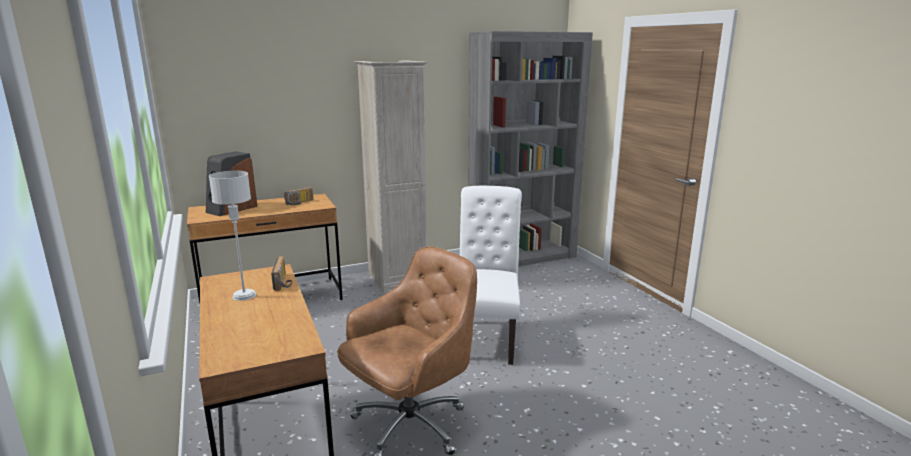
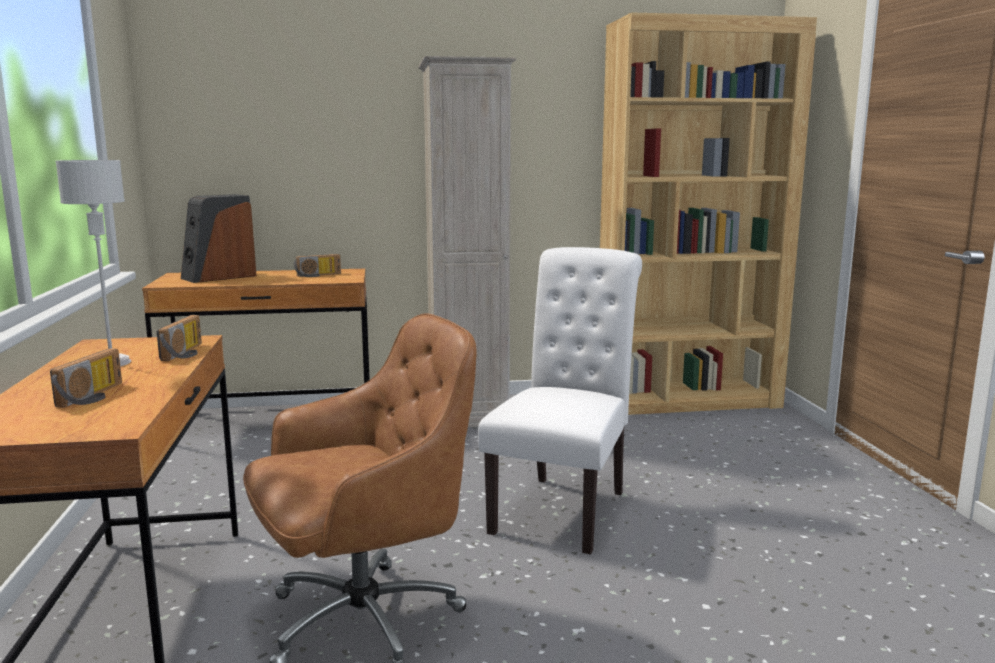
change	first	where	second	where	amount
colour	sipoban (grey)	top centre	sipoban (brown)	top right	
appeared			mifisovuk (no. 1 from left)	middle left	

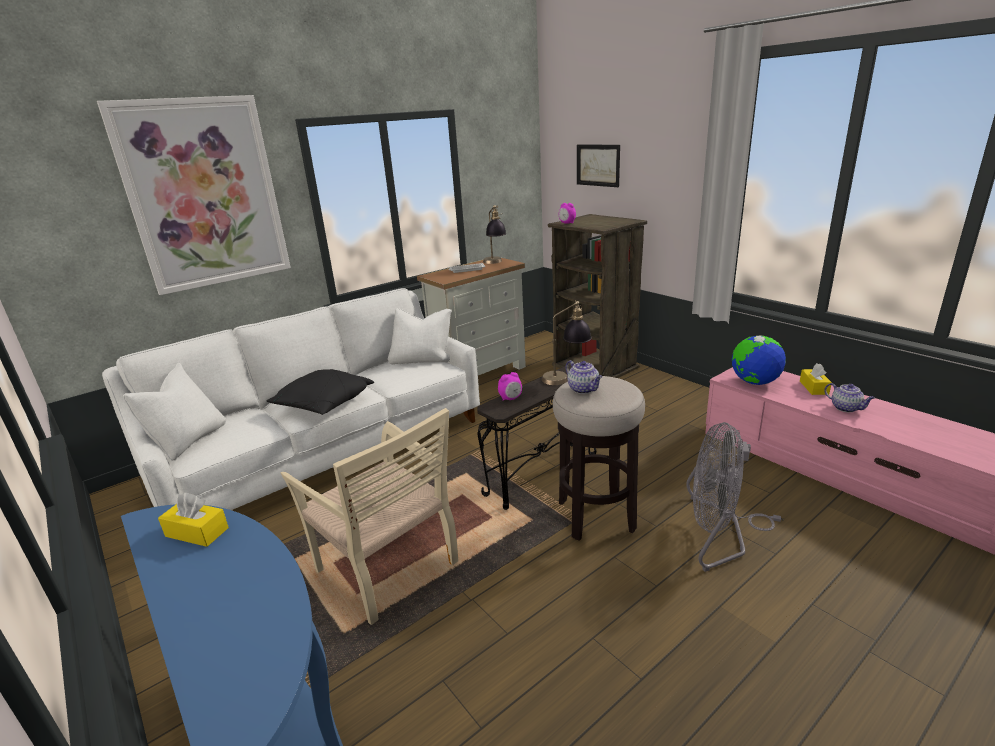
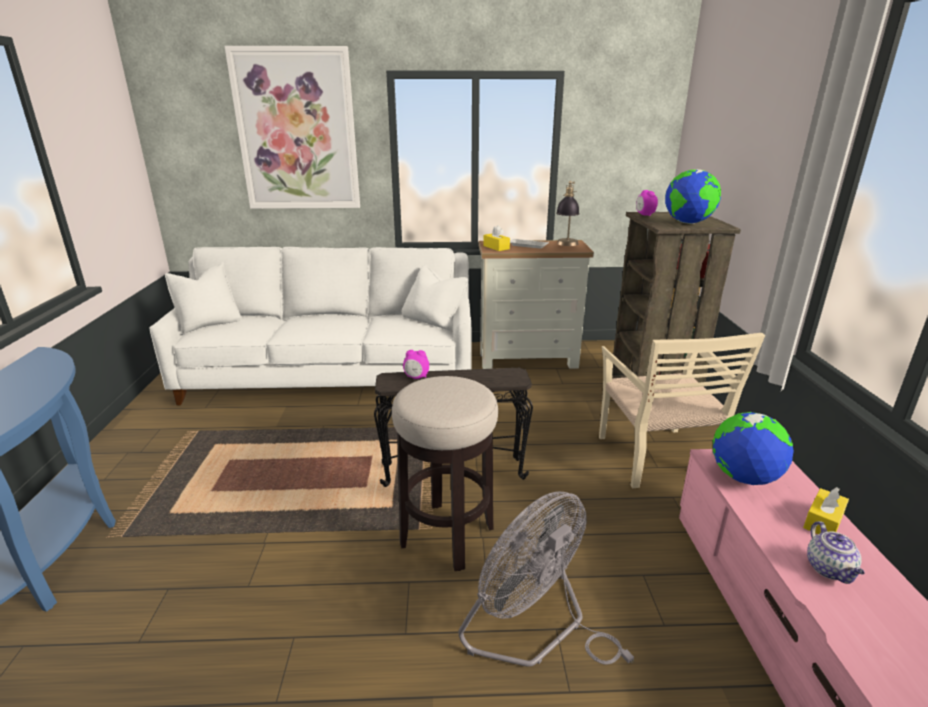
change	first	where	second	where	amount
missing	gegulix (no. 2 from left)	top centre			
missing	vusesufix (no. 2 from left)	centre			
missing	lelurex (no. 1 from left)	centre			
missing	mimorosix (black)	middle left			
relocated	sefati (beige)	bottom centre		middle right	
relocated	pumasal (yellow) (no. 1 from left)	bottom left		centre	
appeared			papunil (no. 1 from left)	top right	

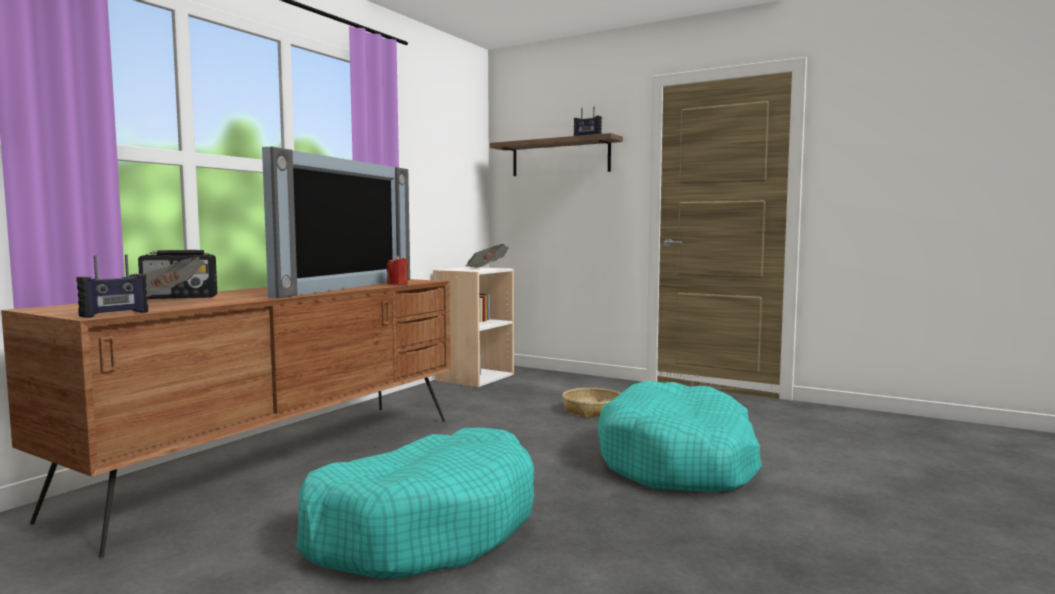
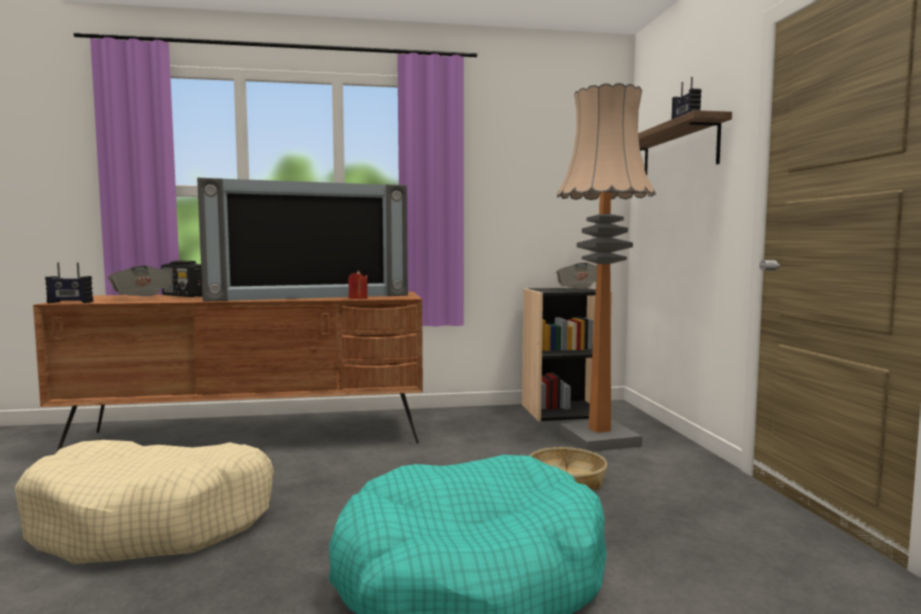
change	first	where	second	where	amount
colour	sipoban (white)	centre	sipoban (black)	centre	
colour	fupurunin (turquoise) (no. 1 from left)	bottom centre	fupurunin (beige)	bottom left	
appeared			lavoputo	centre	

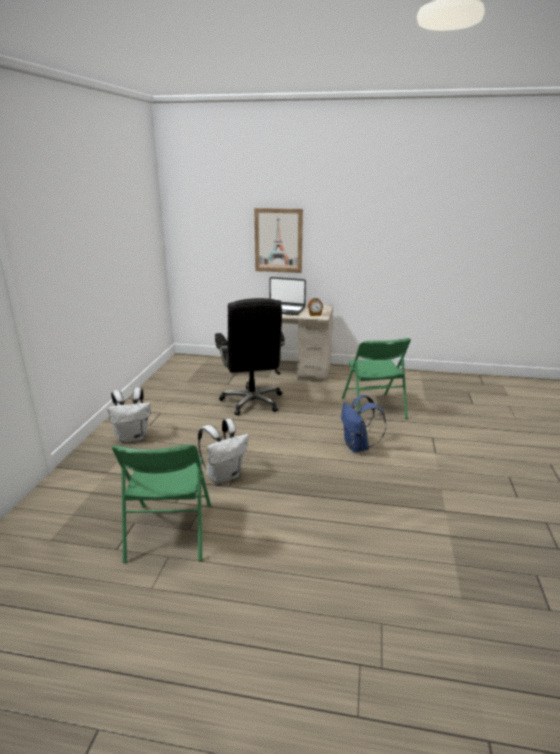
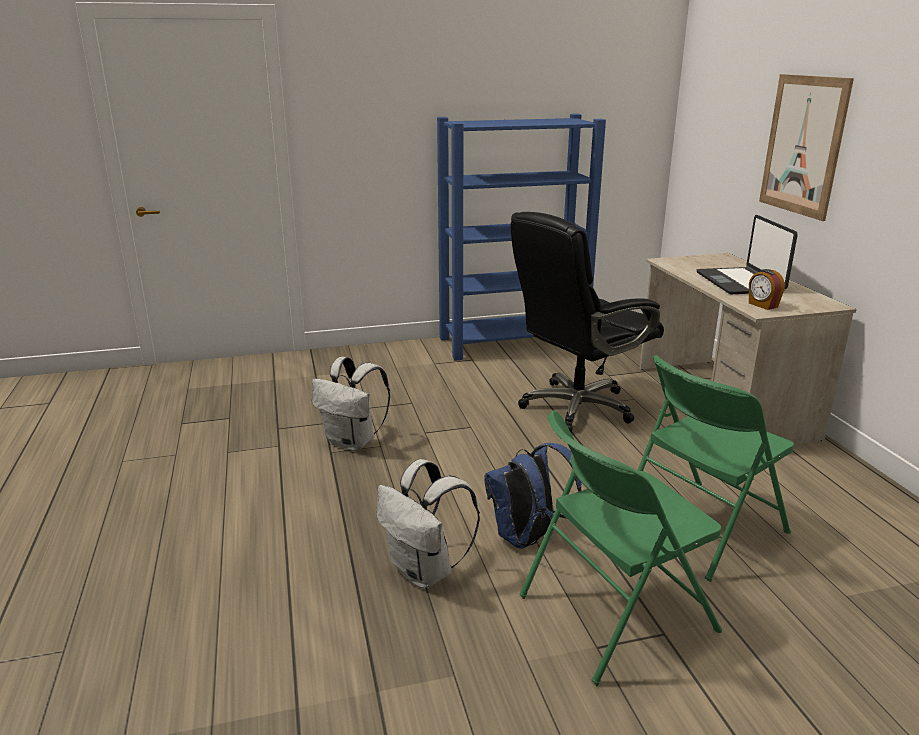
change	first	where	second	where	amount
relocated	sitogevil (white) (no. 1 from left in the first image)	middle left	sitogevil (white) (no. 2 from left)	bottom centre	
relocated	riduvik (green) (no. 1 from left)	bottom left		bottom right	
appeared			sipoban (blue)	top centre	

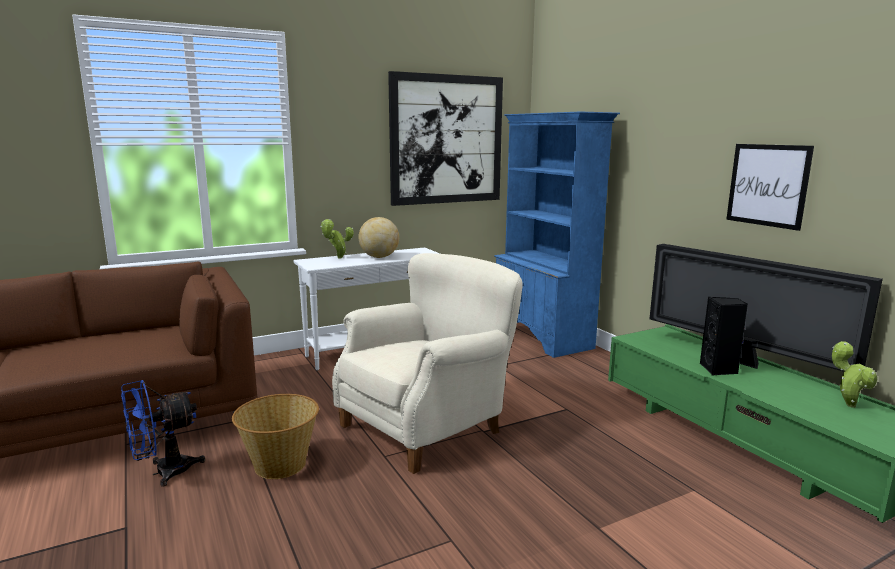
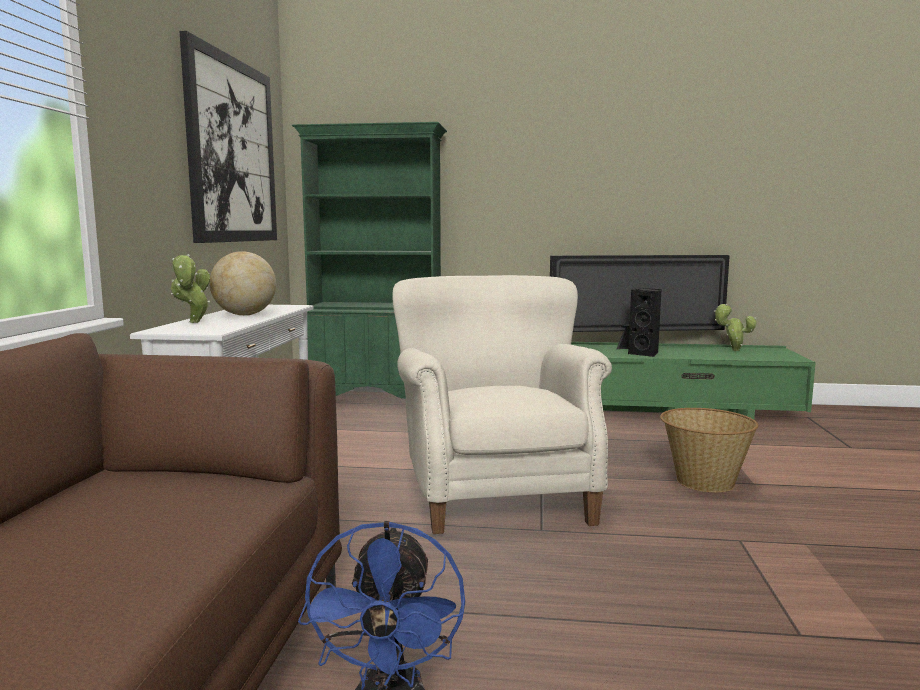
change	first	where	second	where	amount
colour	sipoban (blue)	centre	sipoban (green)	centre	
missing	gegulix (no. 2 from left)	top right			
relocated	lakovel	bottom left		middle right	

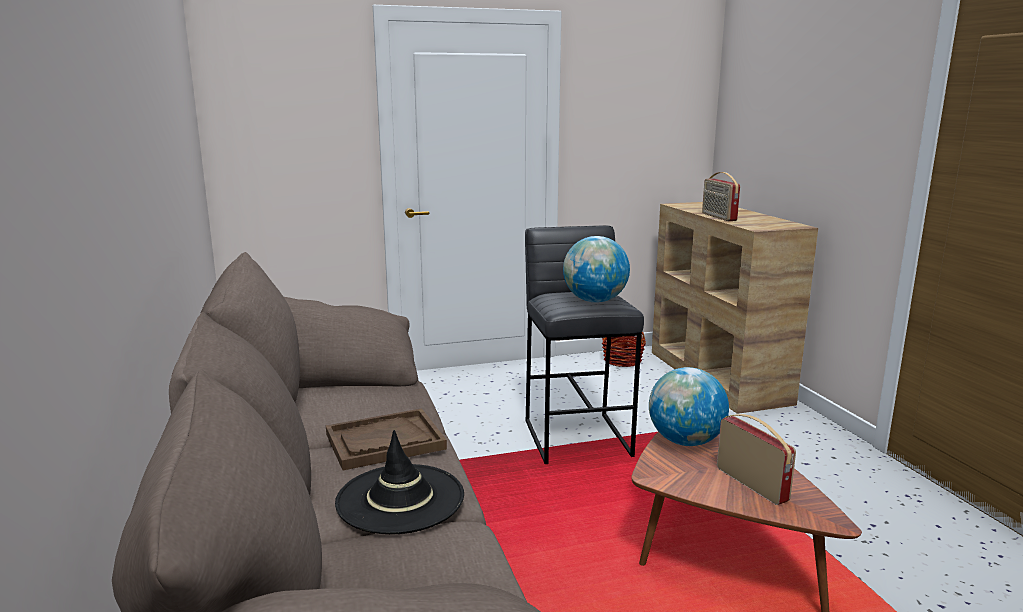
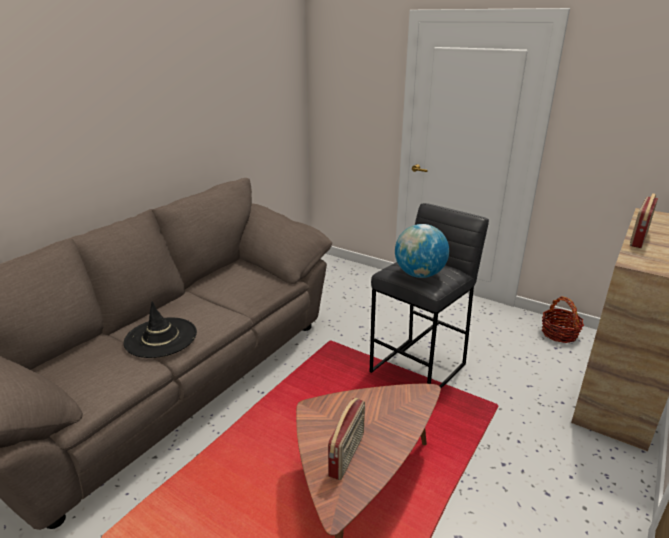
change	first	where	second	where	amount
missing	papunil (no. 2 from left)	middle right			
missing	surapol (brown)	bottom centre			

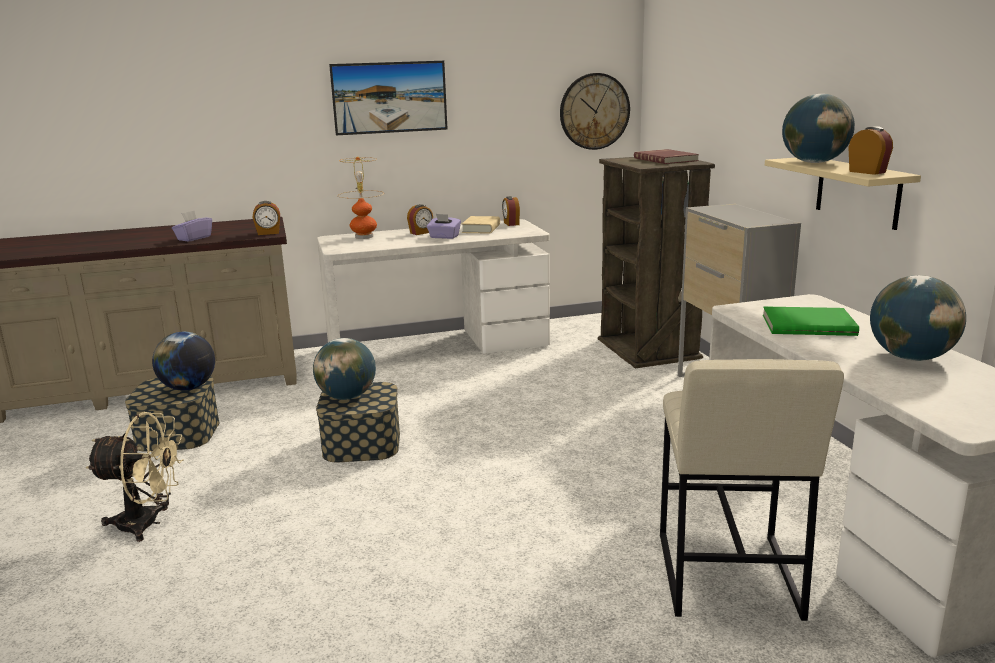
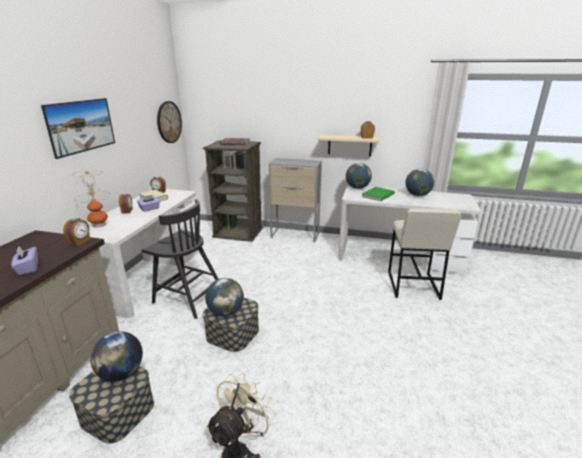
change	first	where	second	where	amount
relocated	papunil (no. 3 from left)	top right		centre	
spun	riduvik (beige)	bottom right		middle right	60 degrees clockwise
appeared			riduvik (black)	middle left	

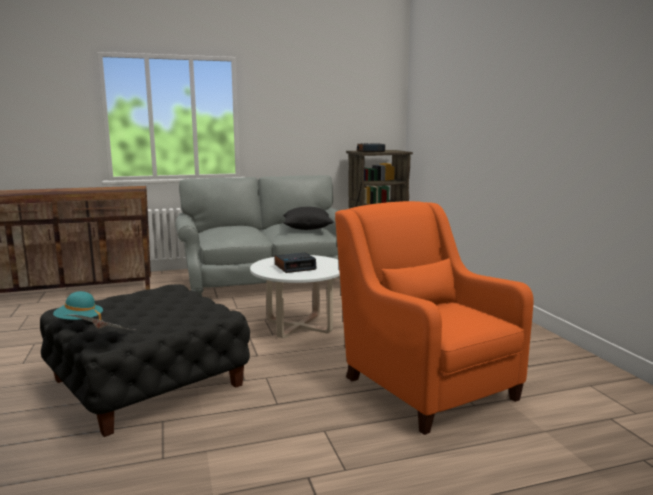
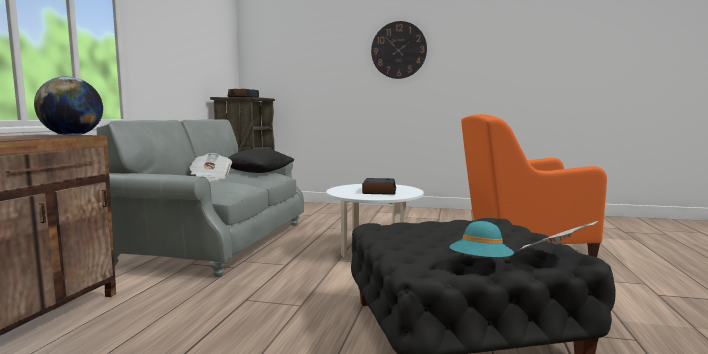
change	first	where	second	where	amount
appeared			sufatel	top centre	
appeared			papunil	top left	
appeared			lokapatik (no. 1 from left)	middle left	

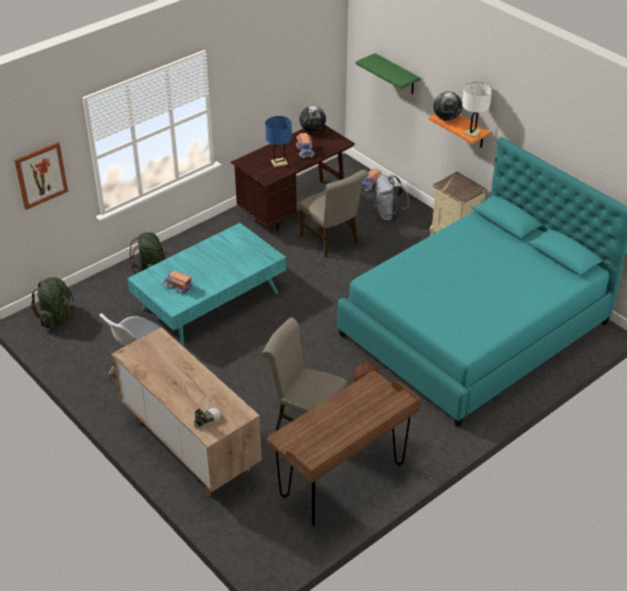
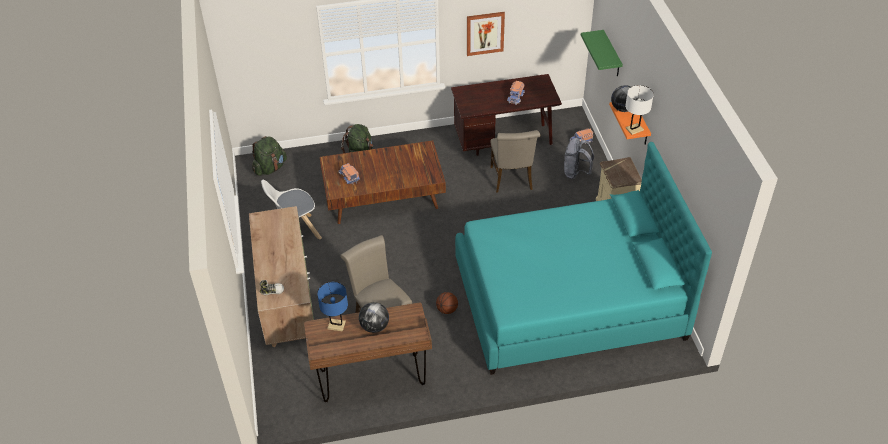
change	first	where	second	where	amount
relocated	papunil (no. 1 from left)	top centre		bottom centre	
relocated	vusesufix (blue)	top centre		bottom centre	
relocated	gegulix	top left		top centre	
colour	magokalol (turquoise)	middle left	magokalol (brown)	centre	

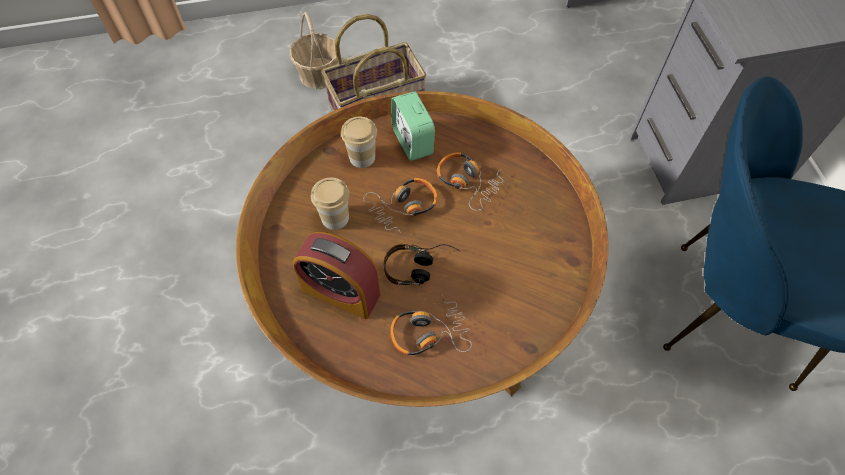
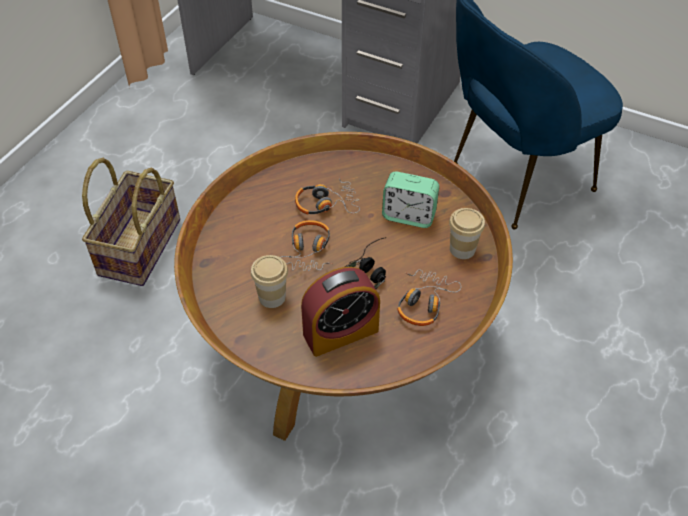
change	first	where	second	where	amount
missing	lakovel (no. 1 from left)	top centre			
relocated	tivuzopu (no. 2 from left)	top centre		centre	
relocated	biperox (no. 2 from left)	top centre		middle right	

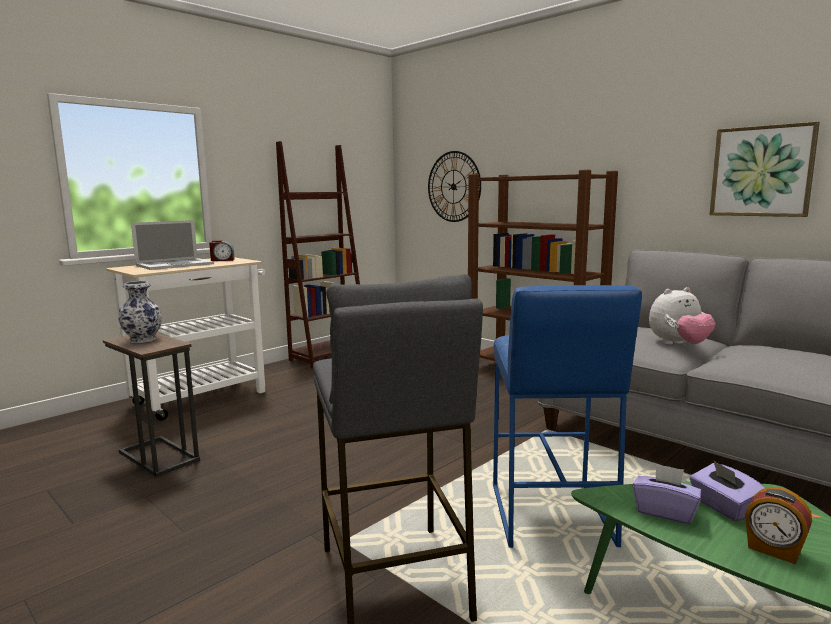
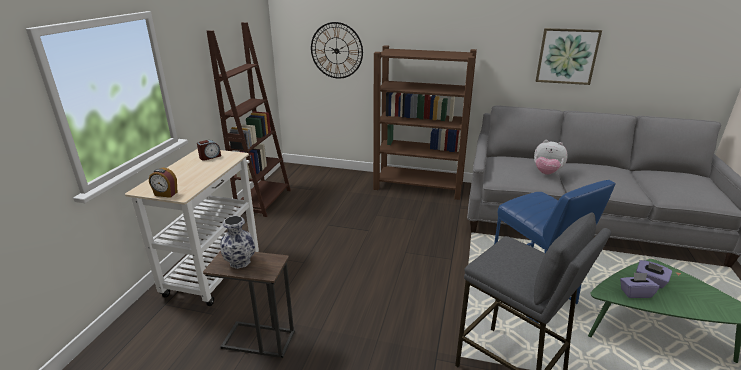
change	first	where	second	where	amount
missing	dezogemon	middle left			
spun	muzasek	middle right		middle right	75 degrees clockwise
relocated	tivuzopu (no. 2 from left in the first image)	bottom right	tivuzopu (no. 1 from left)	middle left	

